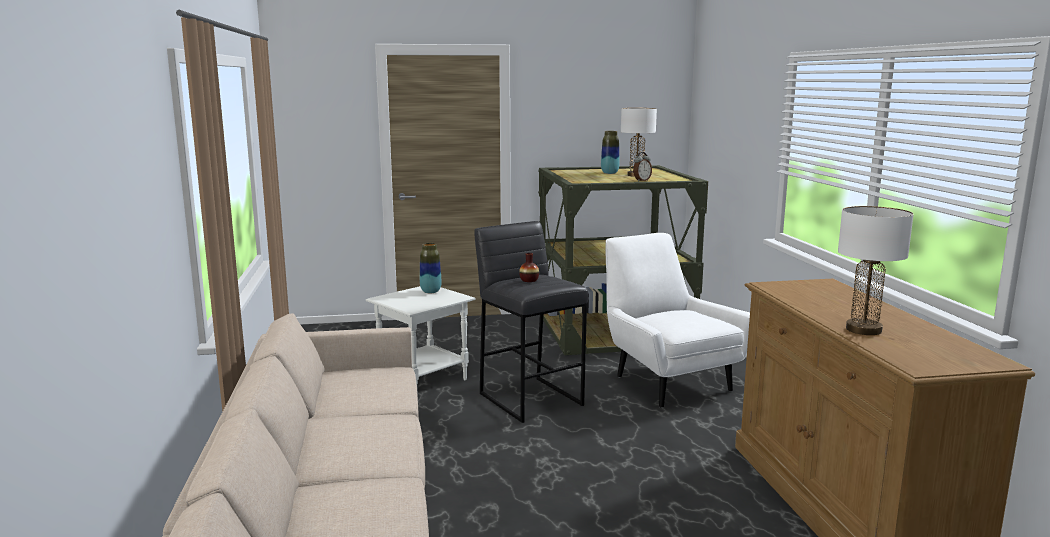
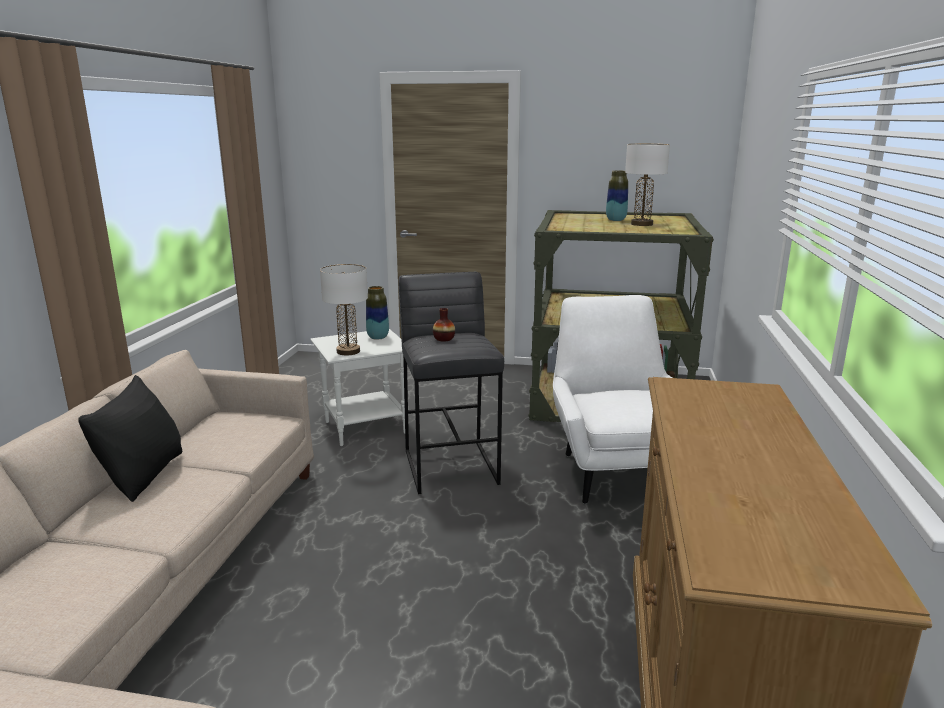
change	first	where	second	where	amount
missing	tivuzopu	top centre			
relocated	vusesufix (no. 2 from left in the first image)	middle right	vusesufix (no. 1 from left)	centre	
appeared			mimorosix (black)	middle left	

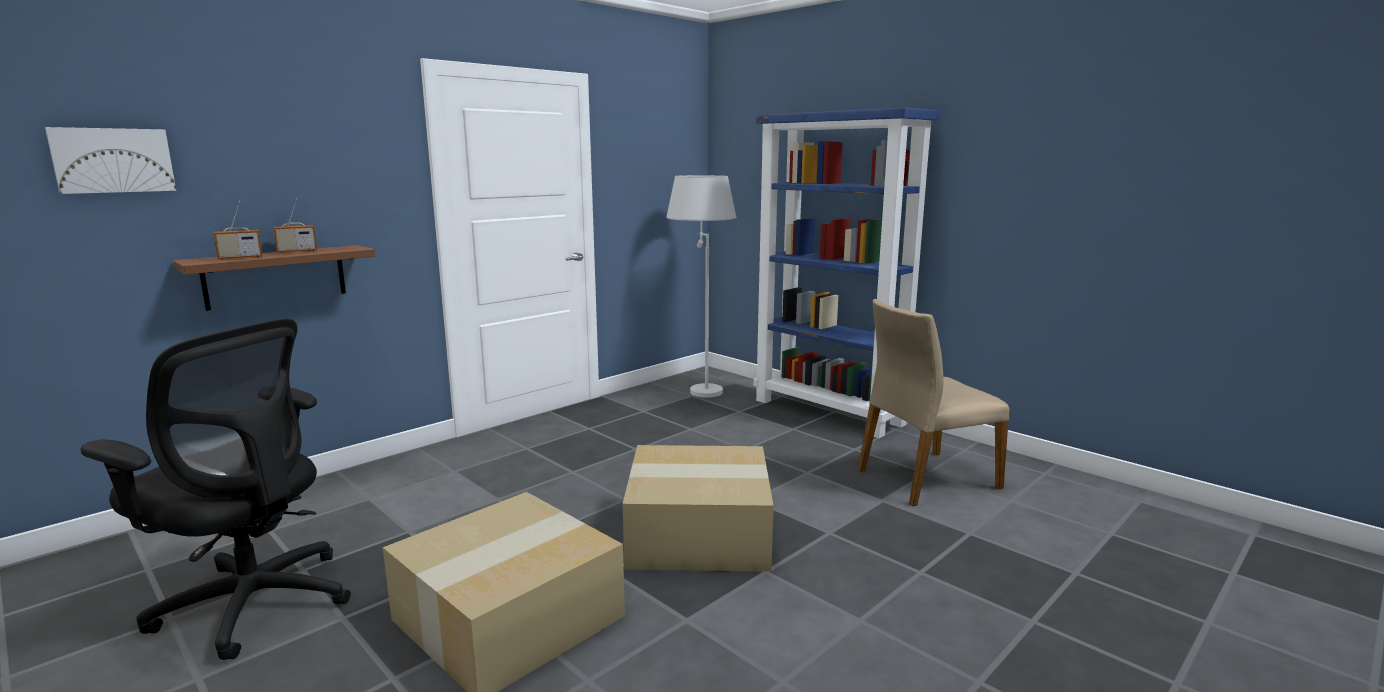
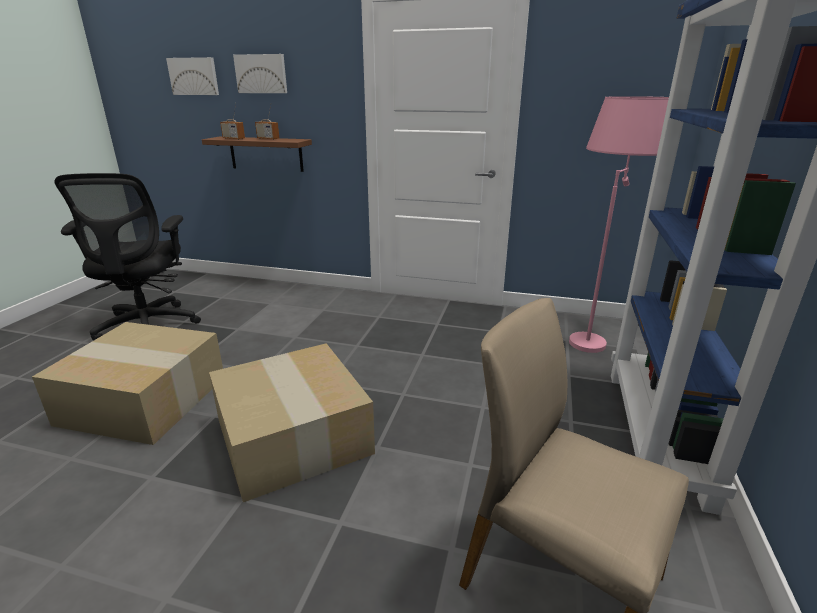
change	first	where	second	where	amount
colour	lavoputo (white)	centre	lavoputo (pink)	middle right	
appeared			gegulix (no. 2 from left)	top left	

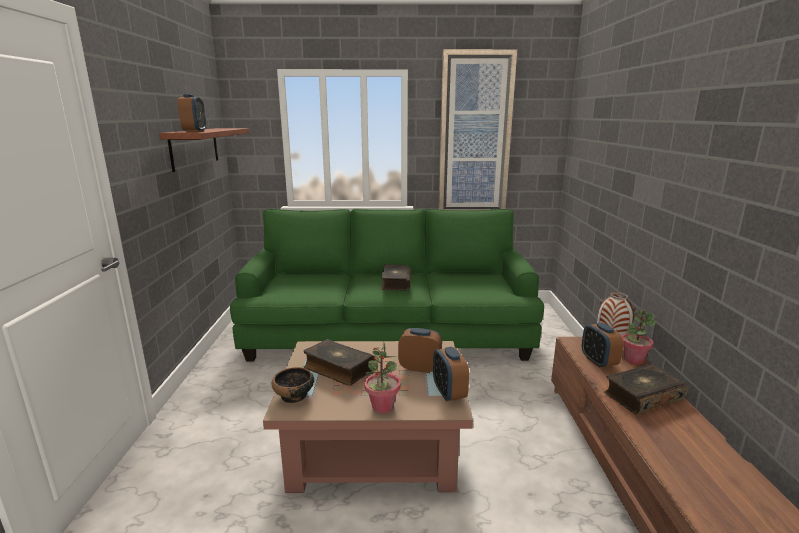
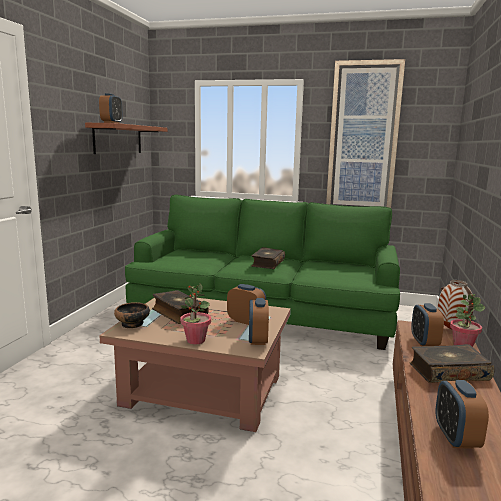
change	first	where	second	where	amount
appeared			tivuzopu (no. 5 from left)	bottom right	

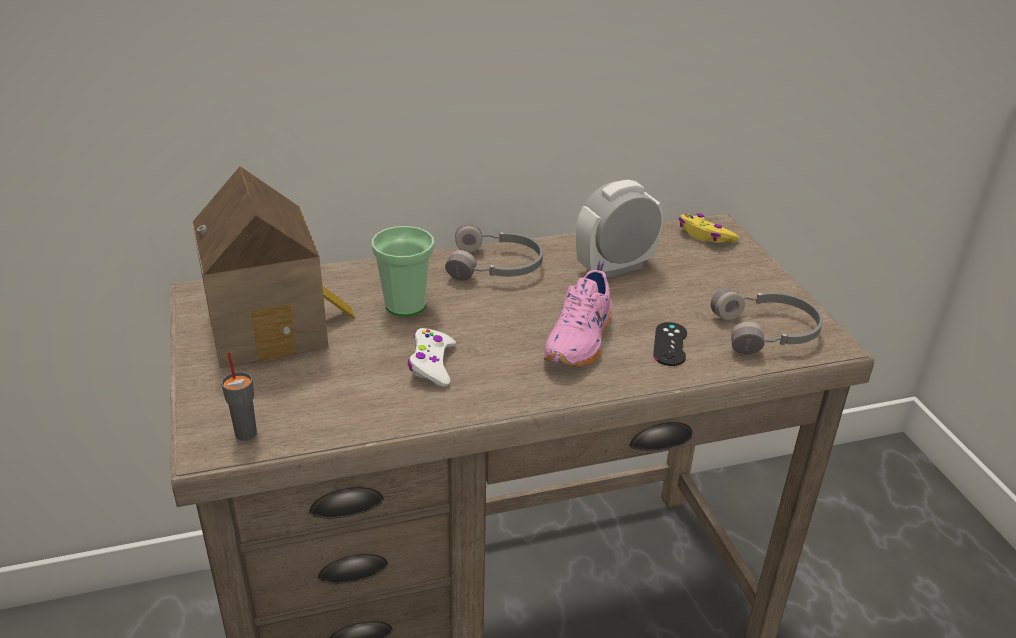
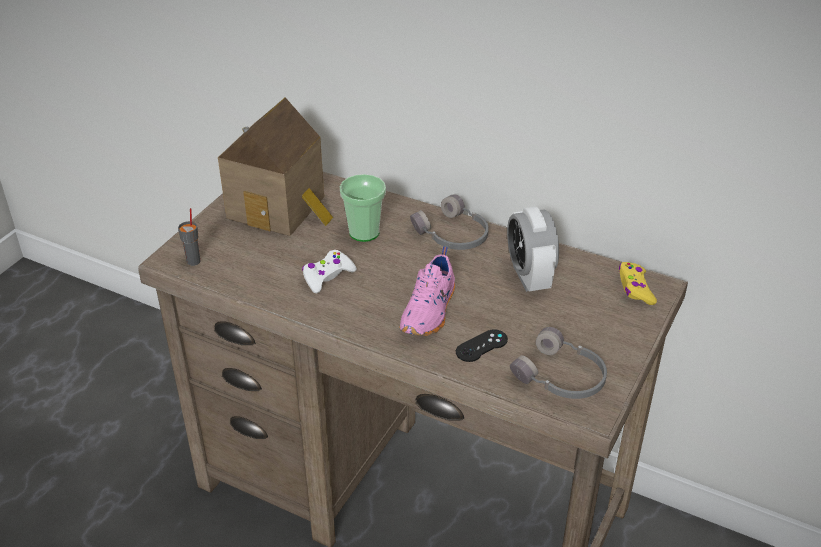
change	first	where	second	where	amount
spun	tivuzopu	centre		centre	120 degrees counterclockwise
spun	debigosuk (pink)	centre		centre	45 degrees counterclockwise

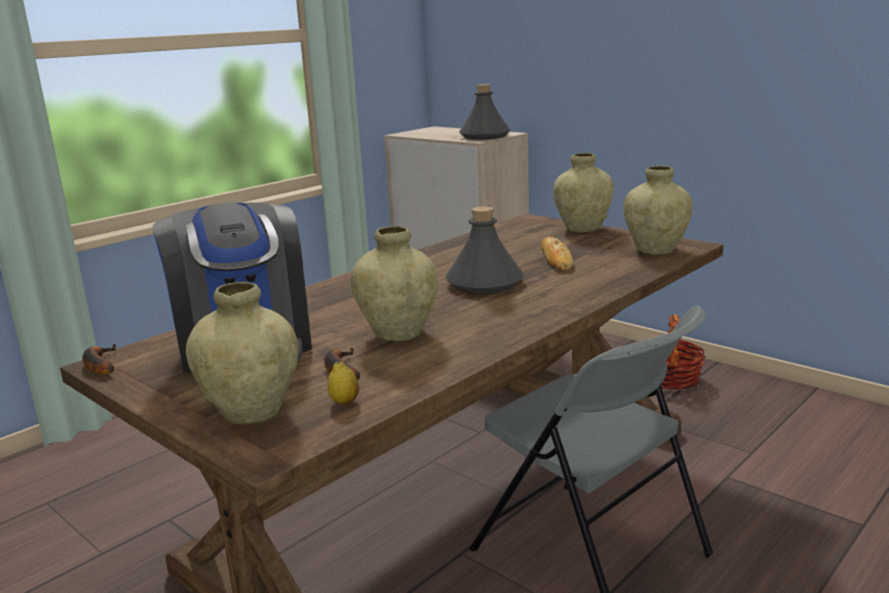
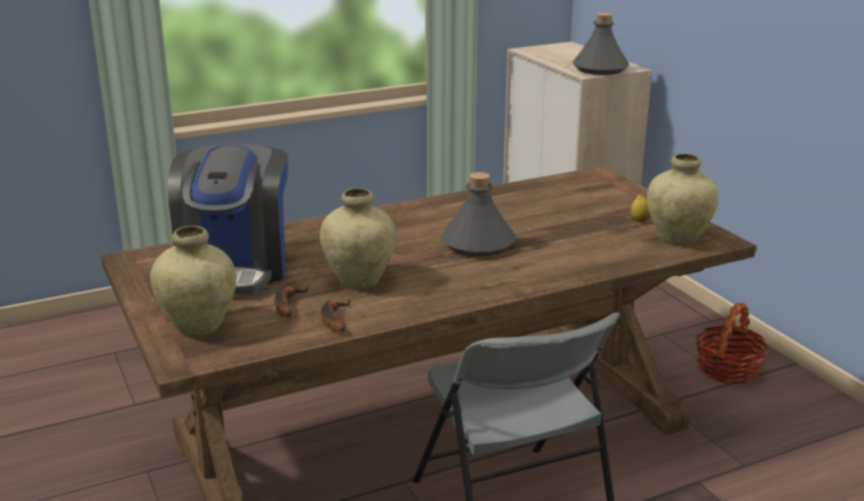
change	first	where	second	where	amount
missing	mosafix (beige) (no. 3 from left)	top centre			
missing	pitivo	centre			
relocated	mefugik (no. 1 from left in the first image)	middle left	mefugik (no. 2 from left)	centre	
relocated	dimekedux	centre		middle right	

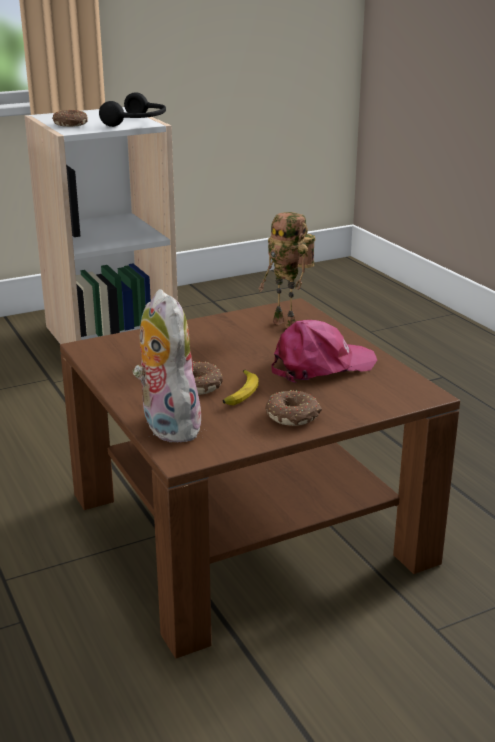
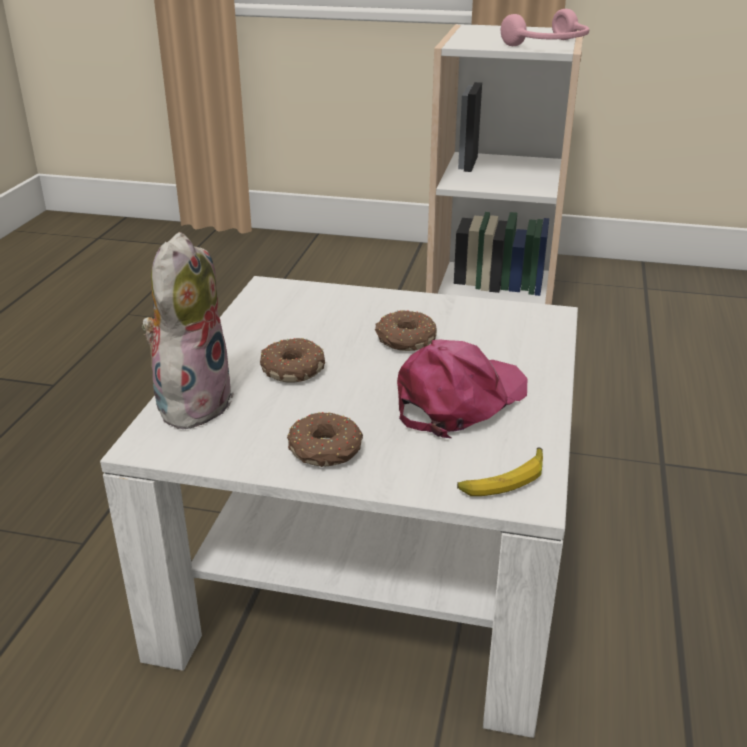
change	first	where	second	where	amount
colour	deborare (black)	top left	deborare (pink)	top right	
relocated	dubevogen (no. 1 from left in the first image)	top left	dubevogen (no. 3 from left)	centre	
missing	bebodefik	centre			
colour	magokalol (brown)	centre	magokalol (white)	bottom centre	
spun	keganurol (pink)	centre		centre	60 degrees counterclockwise
relocated	mefugik	centre		middle right	

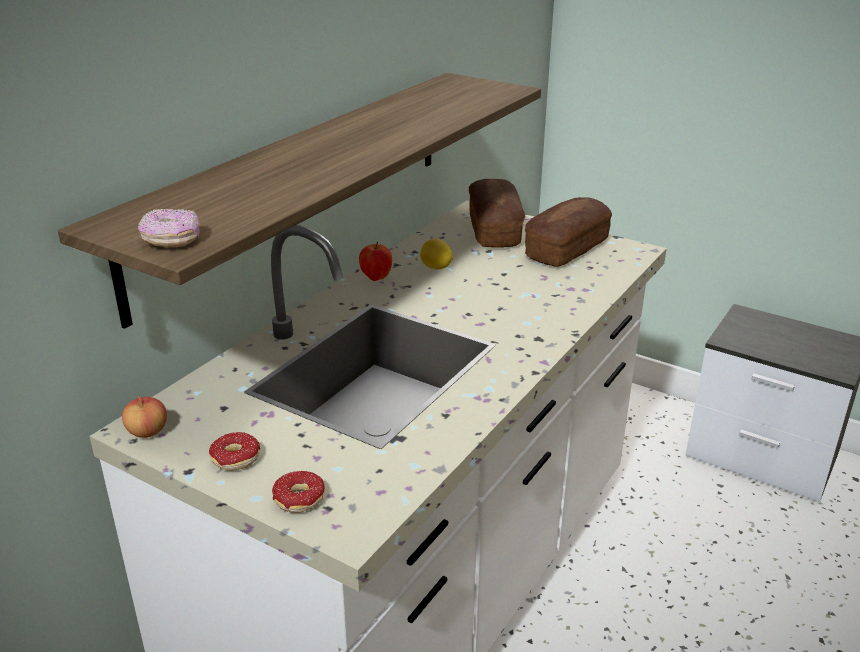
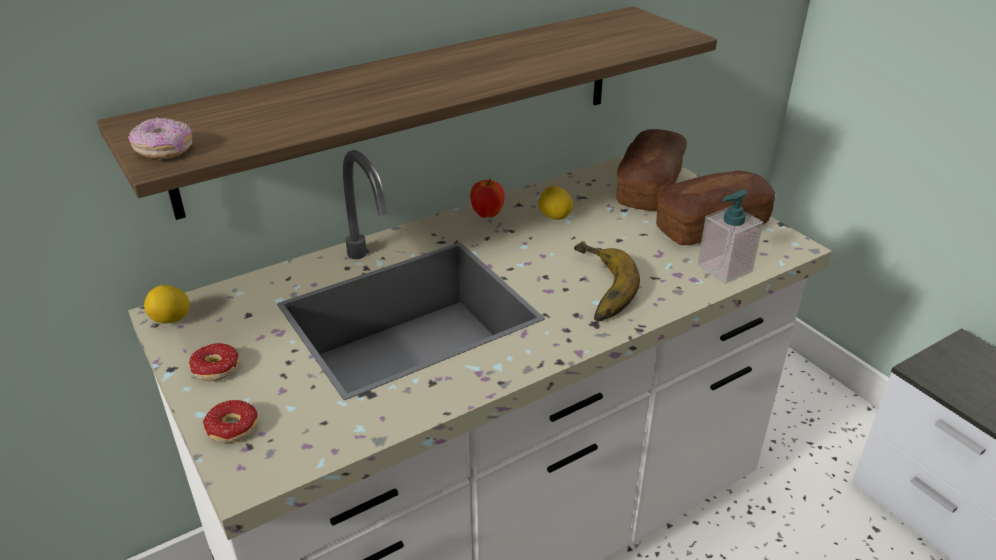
change	first	where	second	where	amount
exchanged	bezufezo (no. 1 from left)	middle left	dimekedux (no. 1 from left)	middle left	
appeared			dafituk	middle right	
appeared			mefugik	centre	

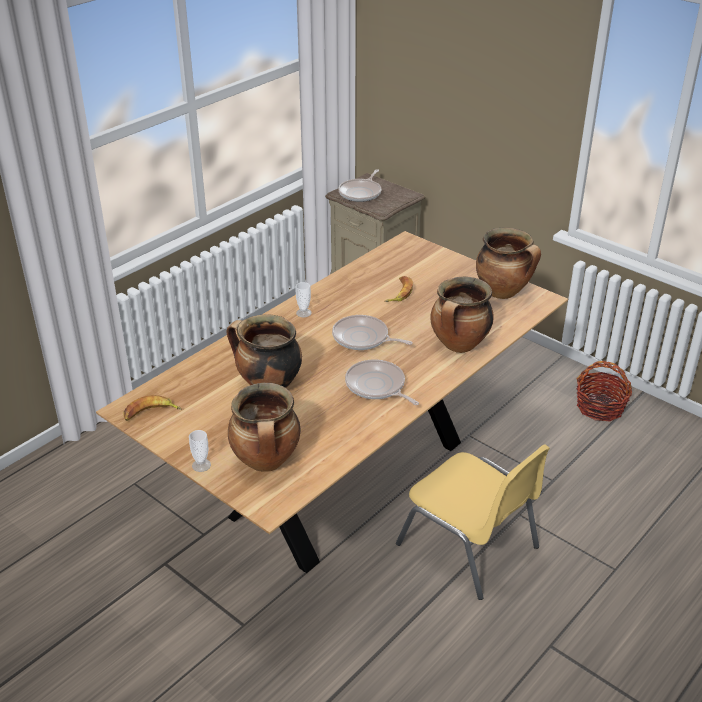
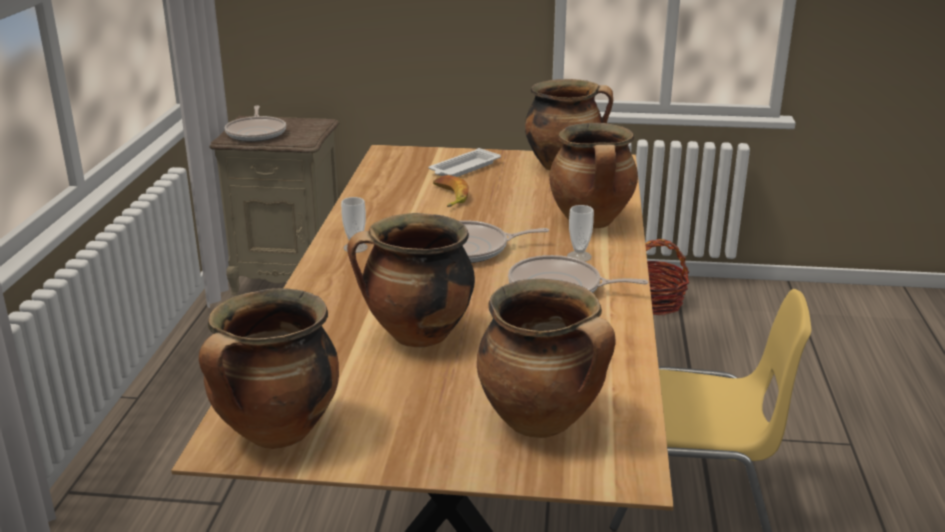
change	first	where	second	where	amount
exchanged	mefugik (no. 1 from left)	middle left	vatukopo (no. 1 from left)	bottom left	
relocated	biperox (no. 1 from left in the first image)	middle left	biperox (no. 2 from left)	centre	
appeared			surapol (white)	top centre	

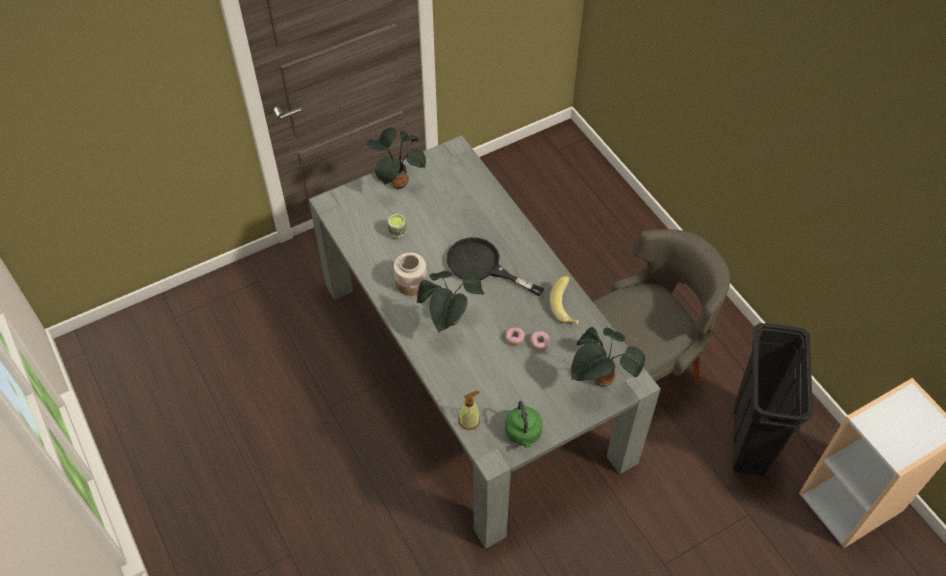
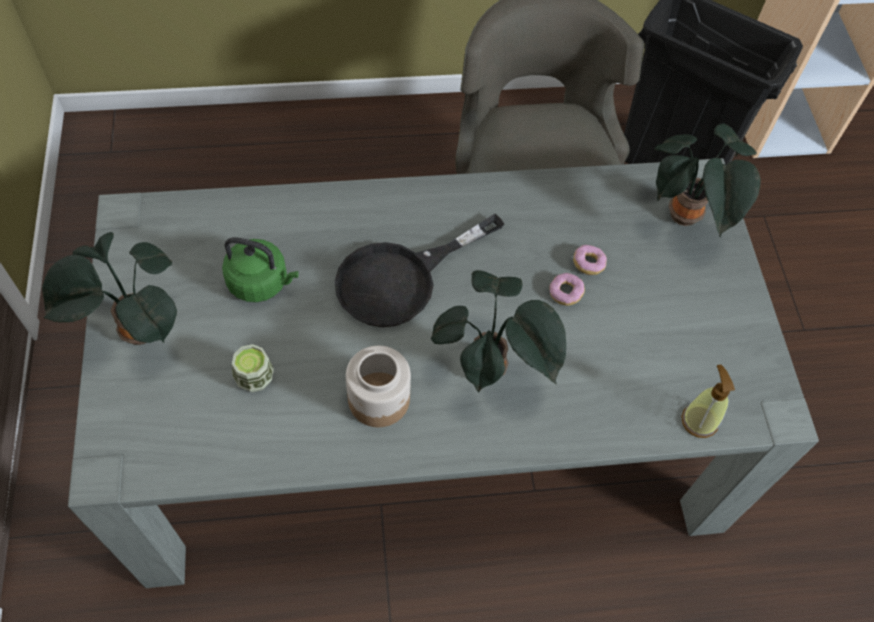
change	first	where	second	where	amount
missing	mefugik	centre			
relocated	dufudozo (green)	bottom centre		middle left	

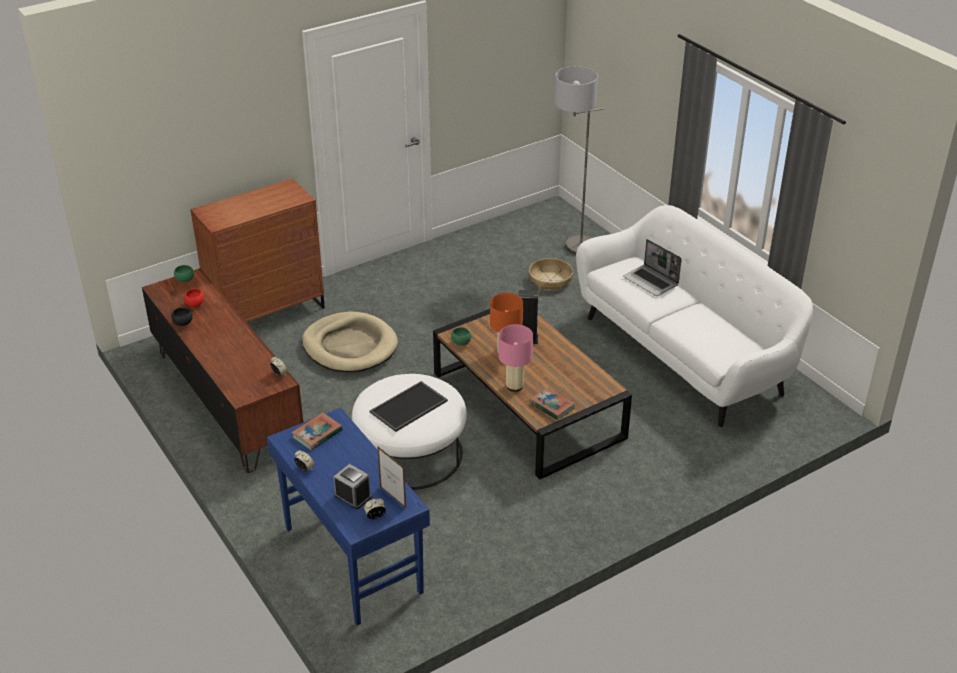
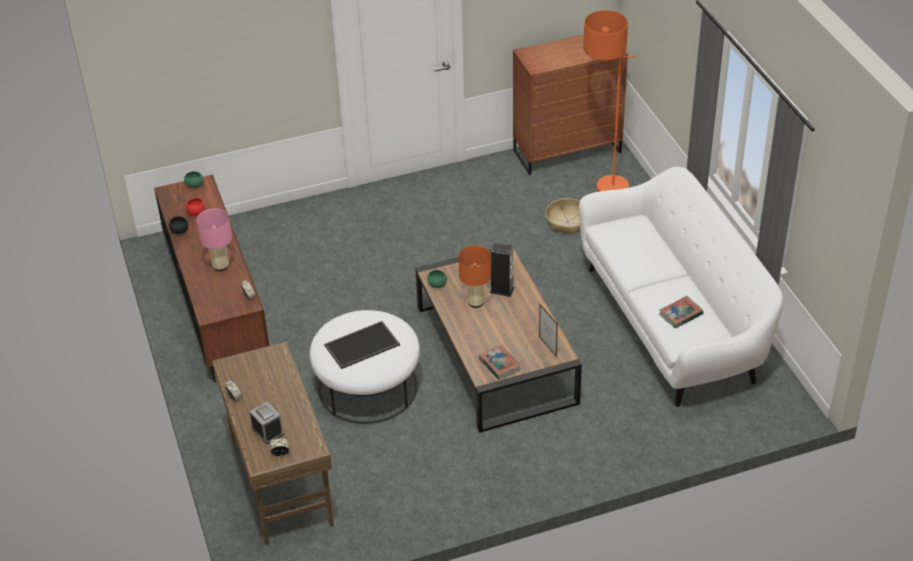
change	first	where	second	where	amount
colour	lavoputo (grey)	top centre	lavoputo (orange)	top right	
relocated	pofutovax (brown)	middle left		top centre	
missing	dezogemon	middle right			
missing	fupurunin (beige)	centre			
relocated	vusesufix (pink)	centre		middle left	
colour	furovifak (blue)	bottom centre	furovifak (brown)	bottom left	
relocated	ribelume (no. 1 from left in the first image)	middle left	ribelume (no. 2 from left)	middle right	
relocated	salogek	bottom centre		centre	

